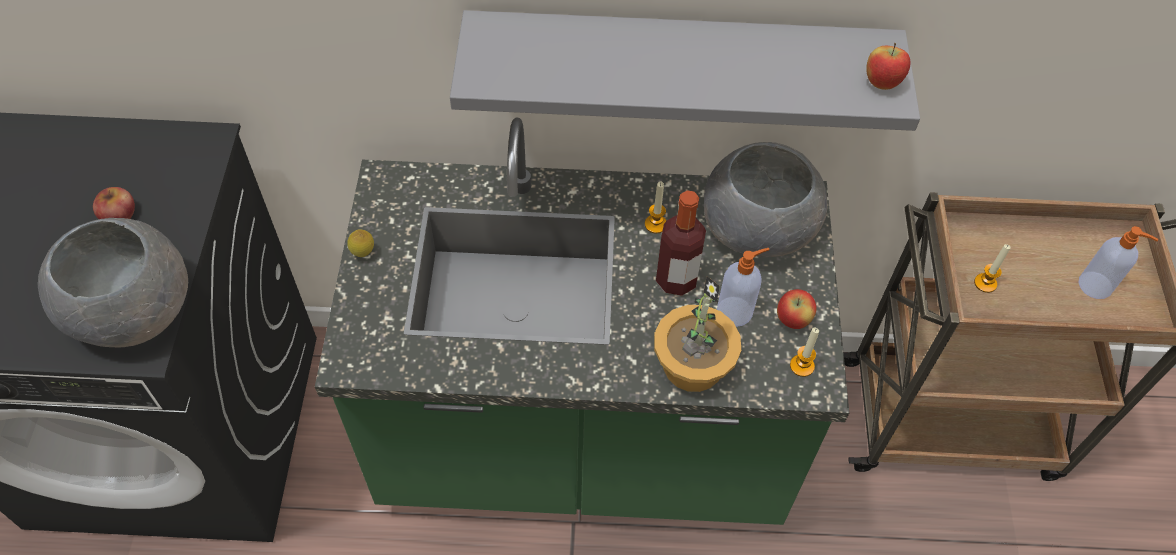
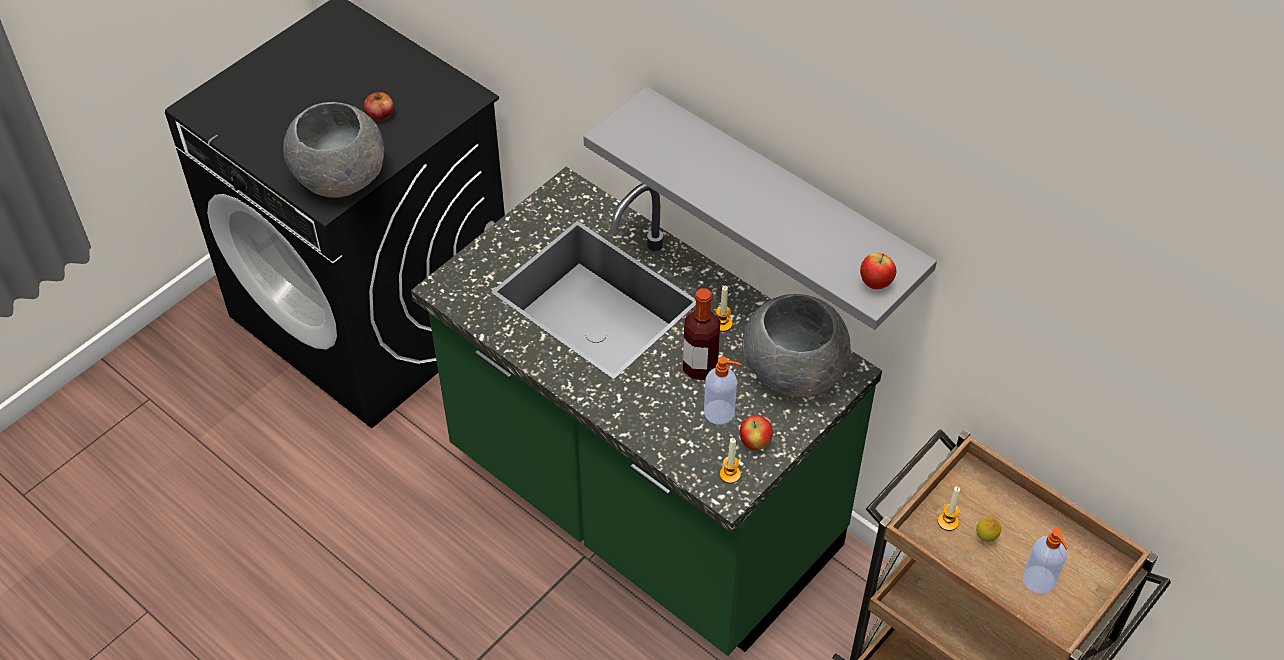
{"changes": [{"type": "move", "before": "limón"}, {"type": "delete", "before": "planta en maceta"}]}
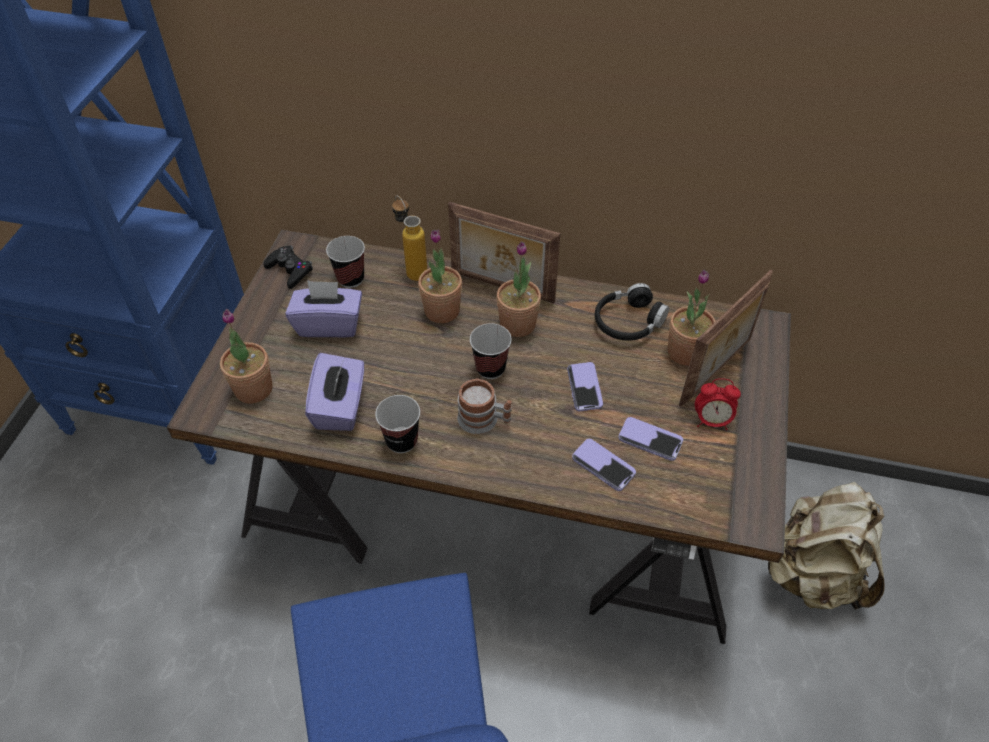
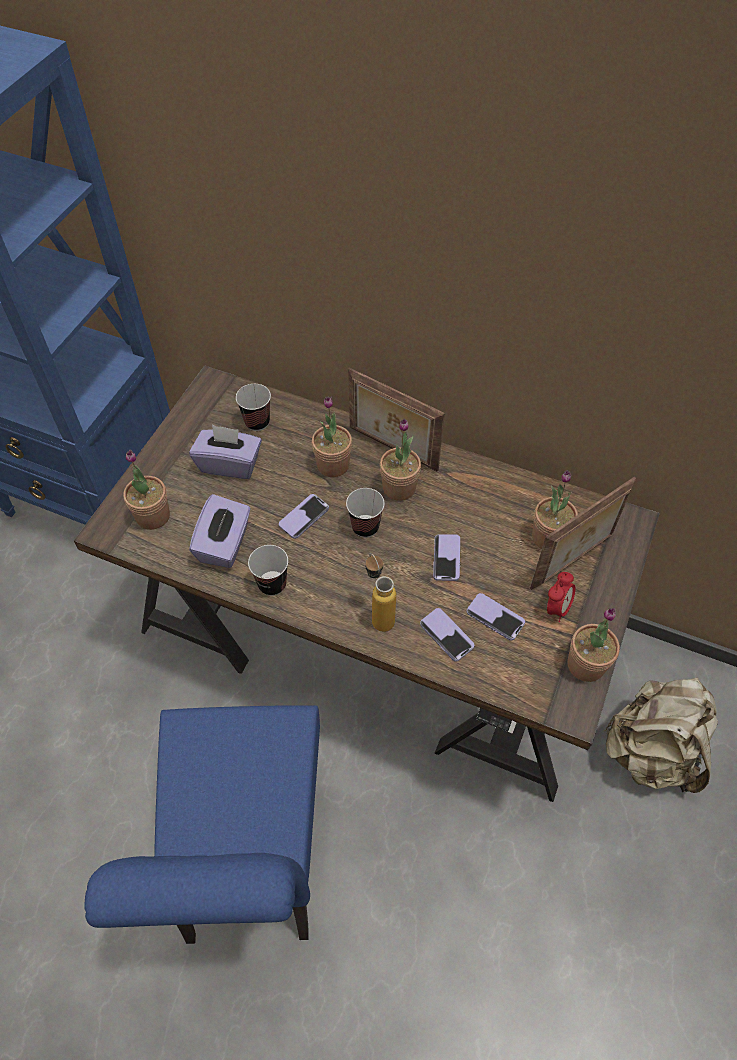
{"changes": [{"type": "move", "before": "botella"}, {"type": "delete", "before": "mando de consola/negro"}, {"type": "delete", "before": "auriculares/negro"}, {"type": "delete", "before": "taza grande"}, {"type": "rotate", "before": "despertador", "turn": -75}, {"type": "insert", "after": "móvil (1st from left)"}, {"type": "insert", "after": "planta en maceta (5th from left)"}]}
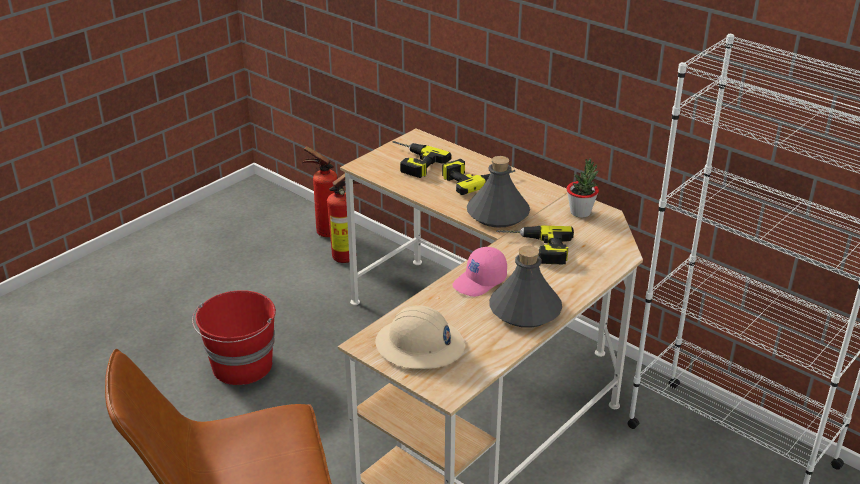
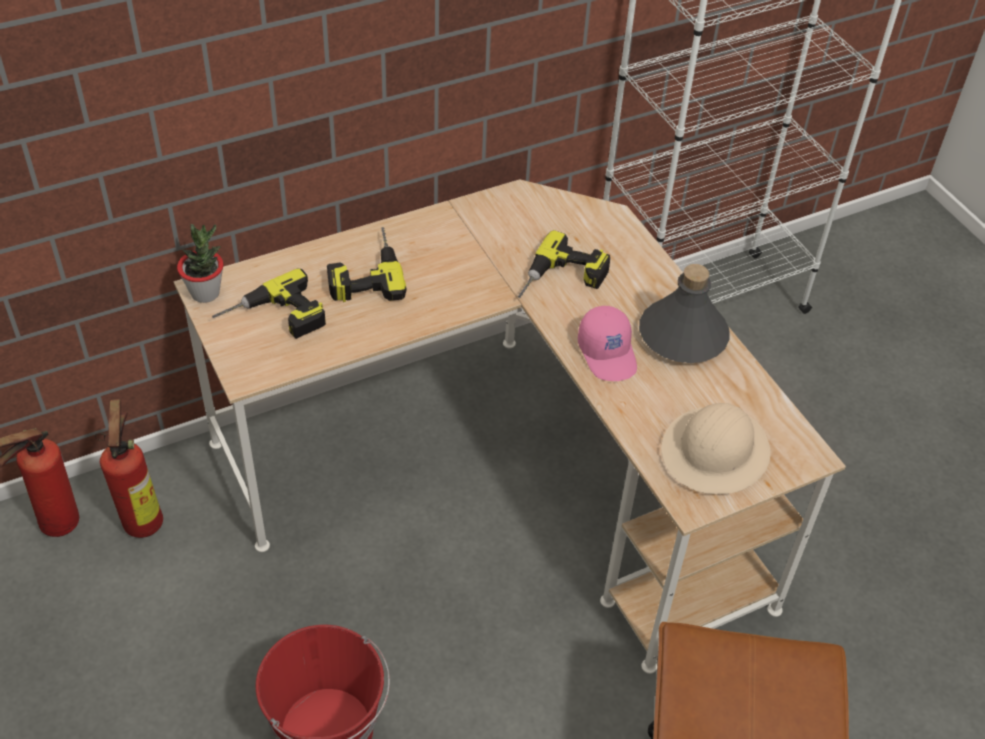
{"changes": [{"type": "delete", "before": "botella/gris (1st from left)"}, {"type": "move", "before": "planta en maceta"}]}
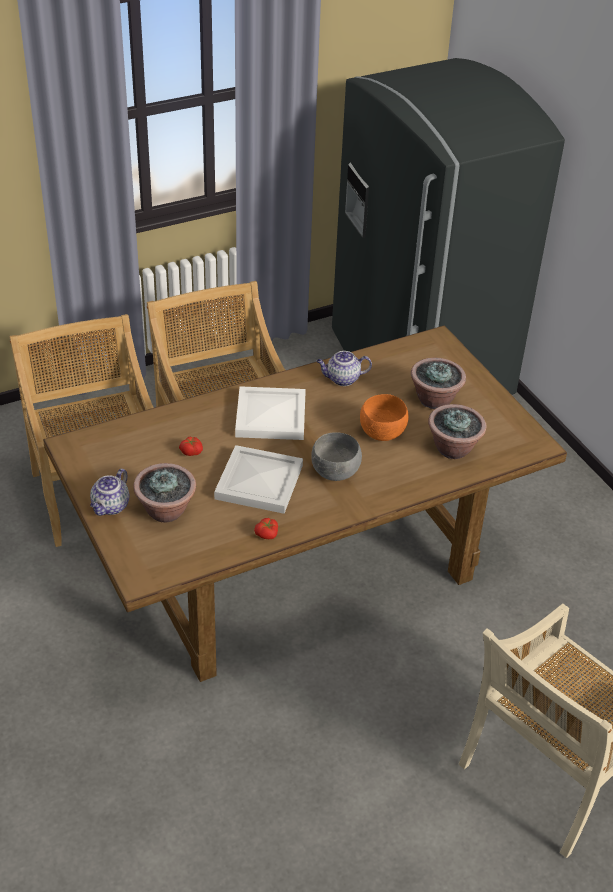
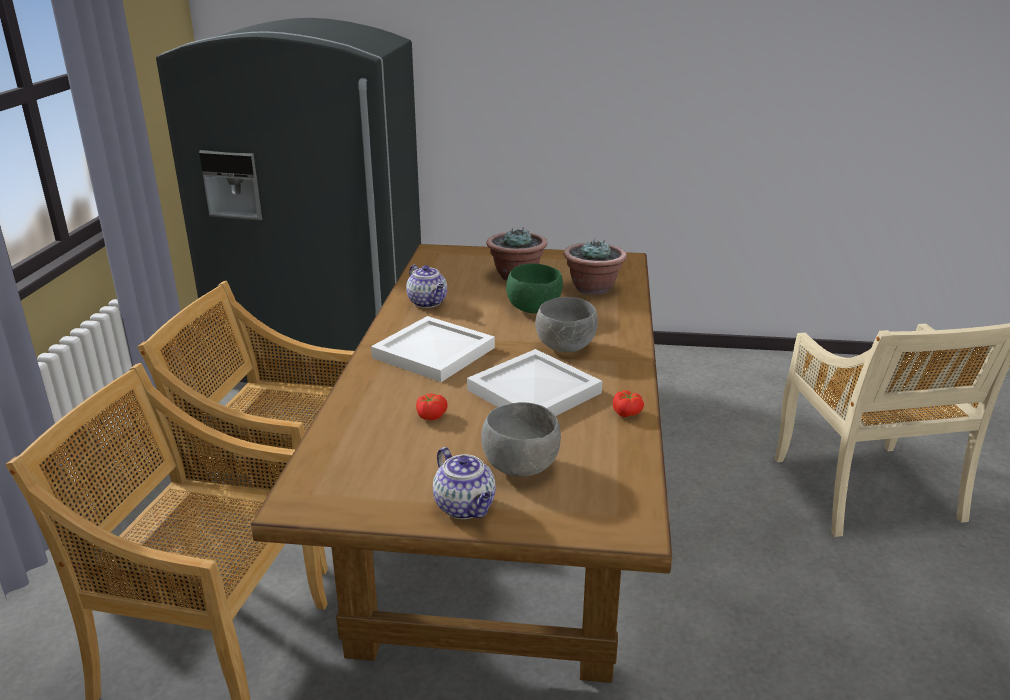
{"changes": [{"type": "rotate", "before": "tetera (2nd from left in the first image)", "turn": -60}, {"type": "recolor", "before": "cuenco/naranja", "after": "cuenco/verde"}, {"type": "replace", "before": "planta en maceta (1st from left)", "after": "cuenco/gris (1st from left)"}]}
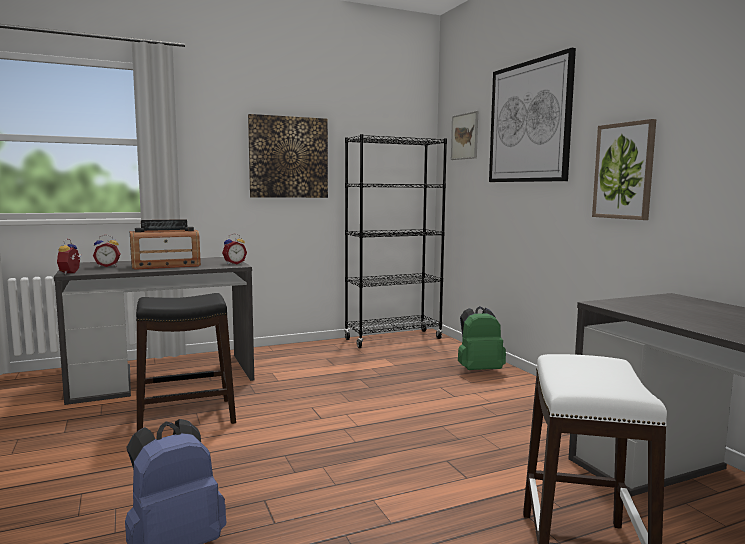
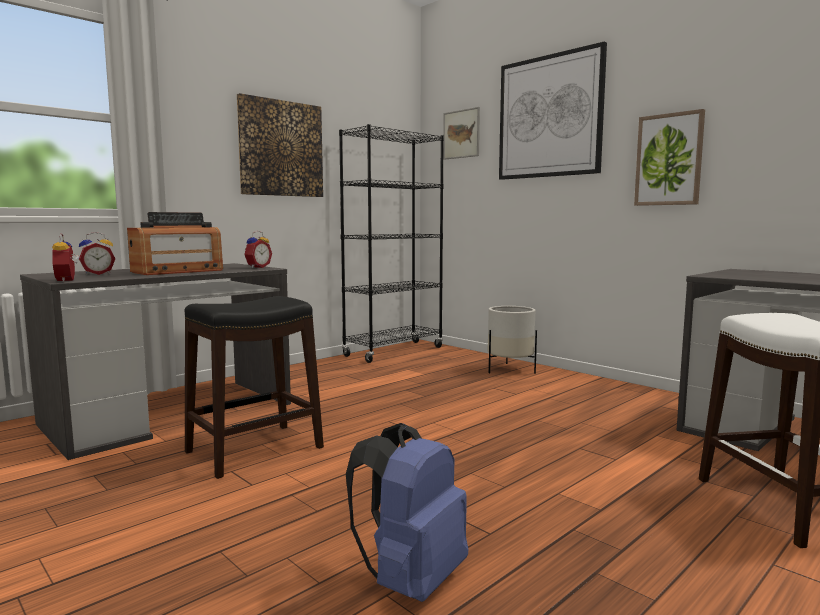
{"changes": [{"type": "replace", "before": "mochila/verde", "after": "maceta/blanco"}]}
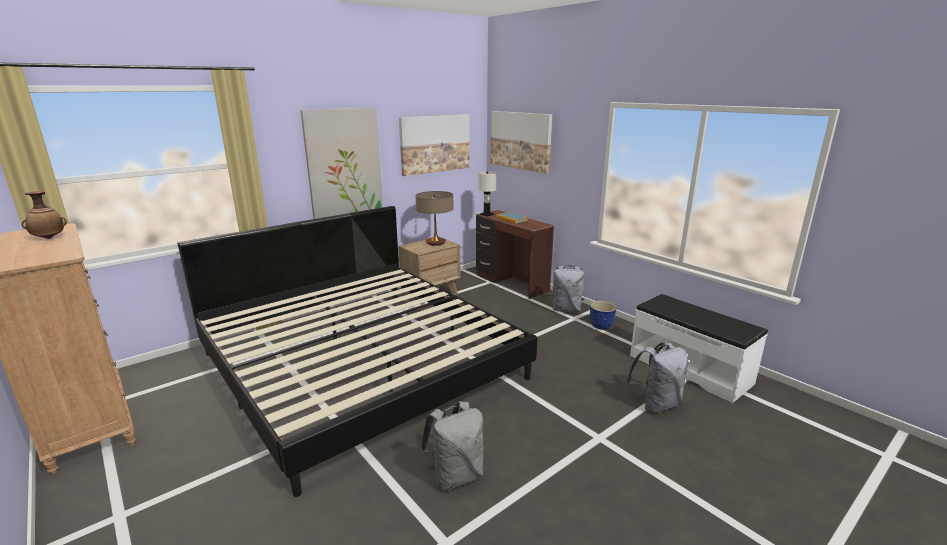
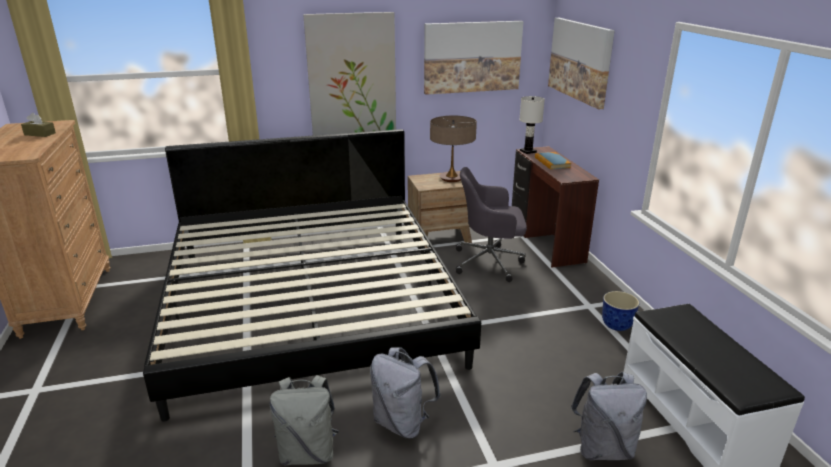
{"changes": [{"type": "replace", "before": "florero", "after": "caja de pañuelos/marrón"}, {"type": "move", "before": "mochila/gris (2nd from left)"}, {"type": "insert", "after": "silla de oficina/gris"}]}
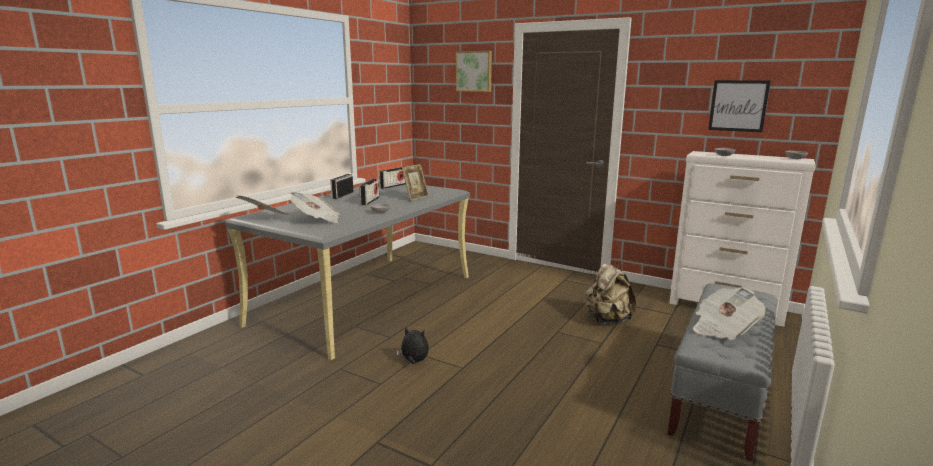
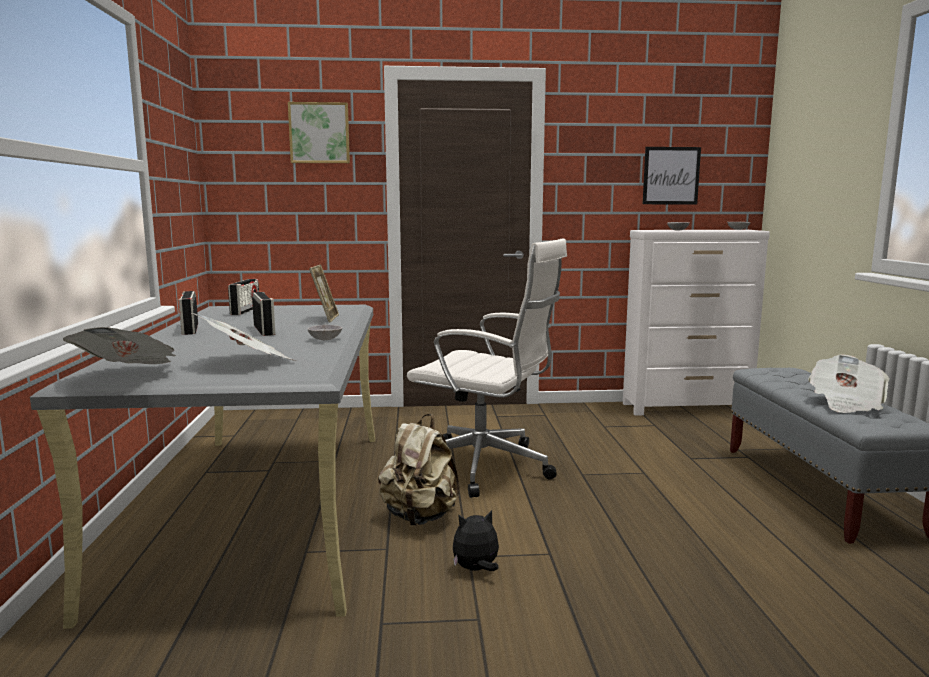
{"changes": [{"type": "move", "before": "mochila/beis"}, {"type": "insert", "after": "silla de oficina/blanco"}]}
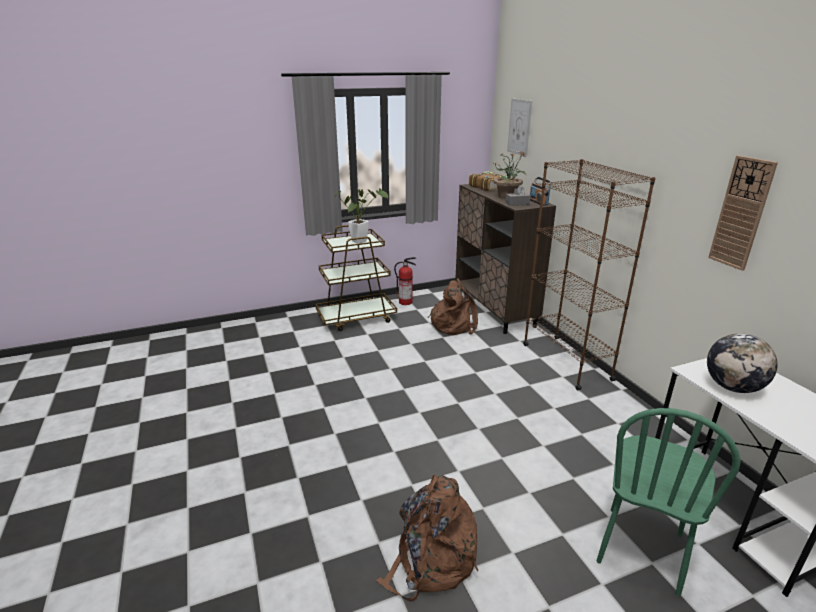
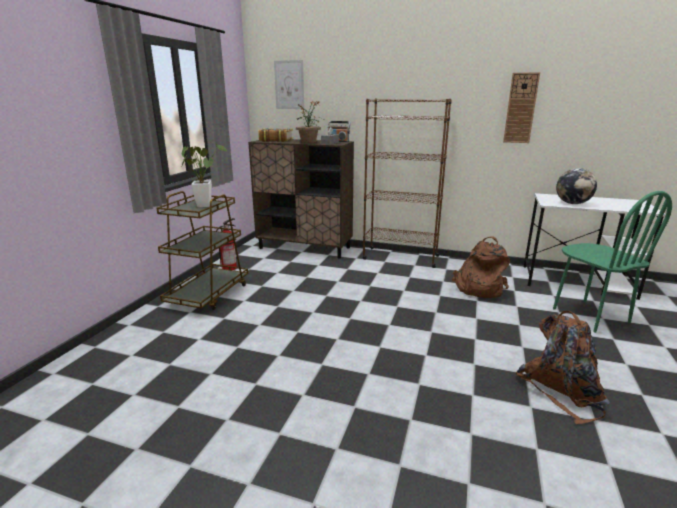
{"changes": [{"type": "move", "before": "mochila/marrón (2nd from left in the first image)", "after": "mochila/marrón (1st from left)"}]}
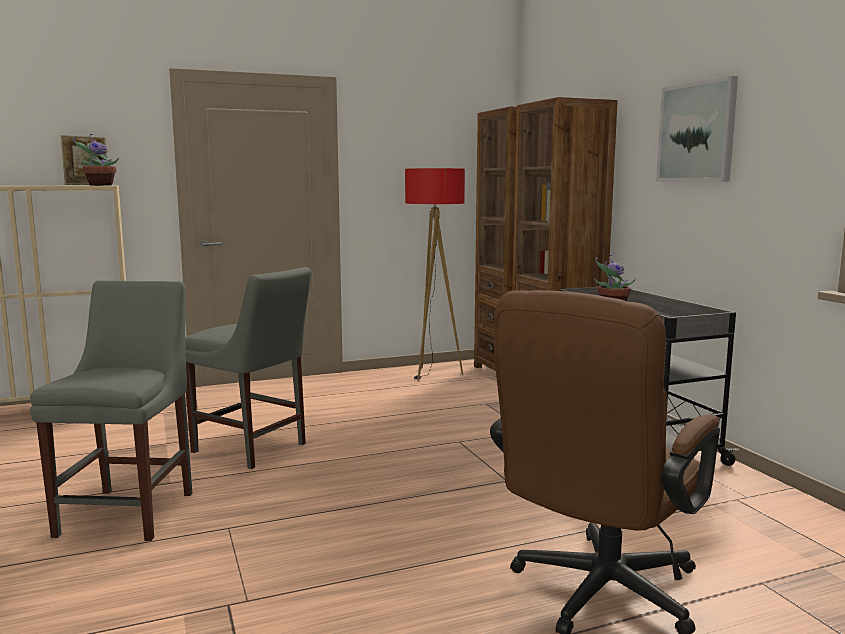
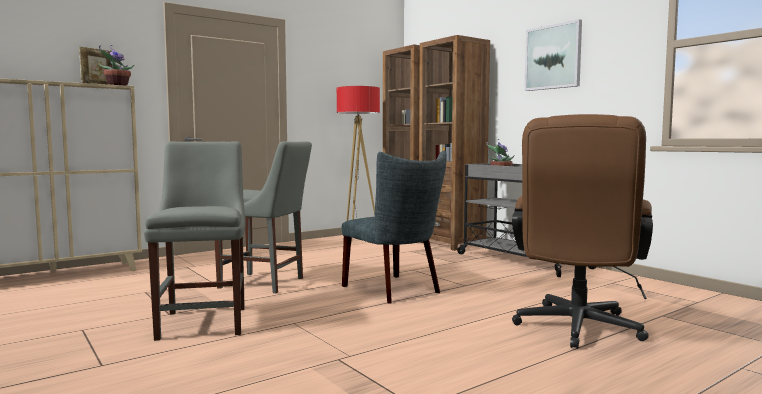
{"changes": [{"type": "insert", "after": "silla/gris (3rd from left)"}]}
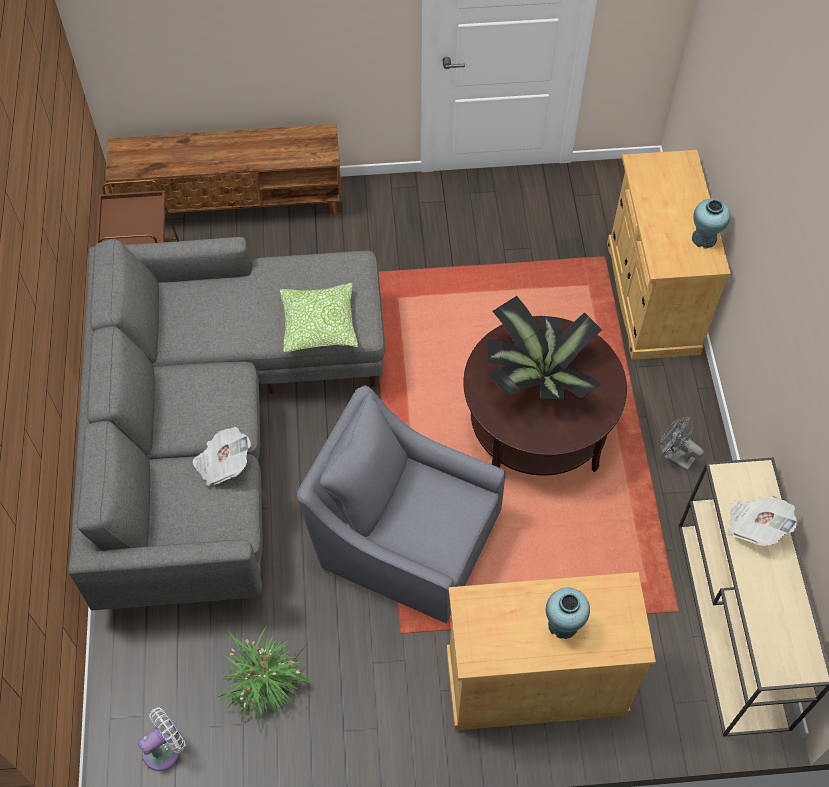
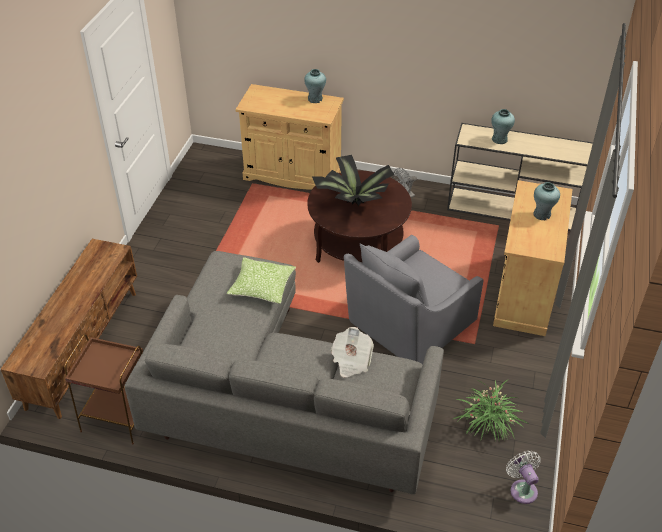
{"changes": [{"type": "replace", "before": "periódico (2nd from left)", "after": "florero/turquesa (2nd from left)"}]}
